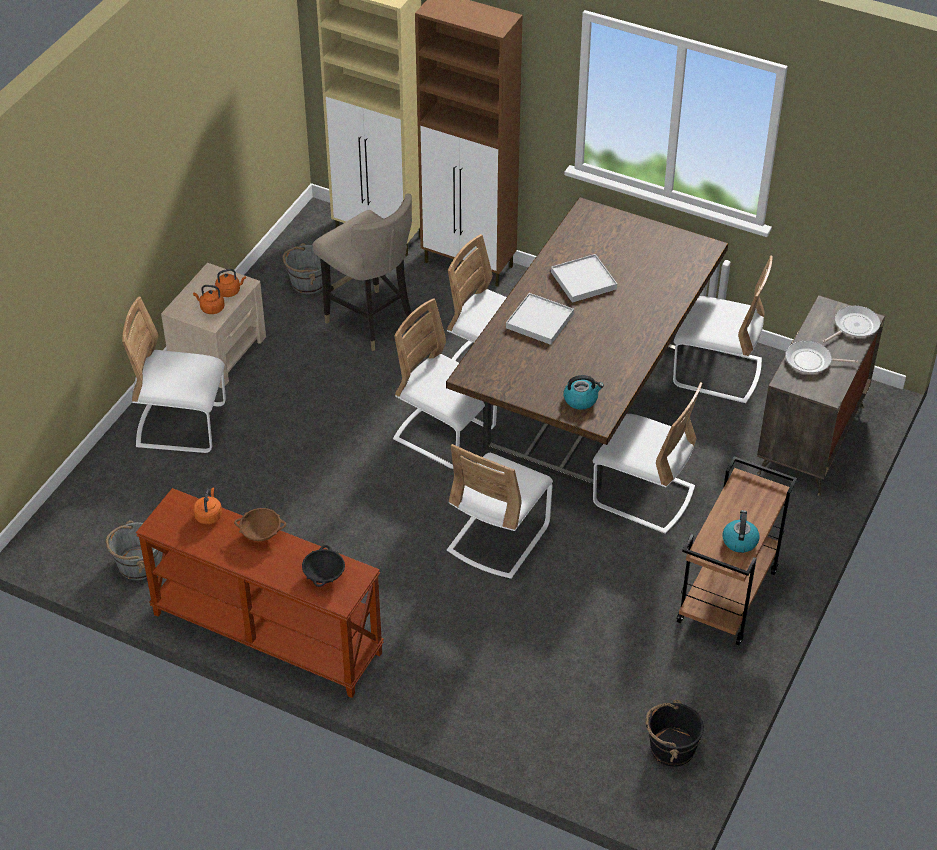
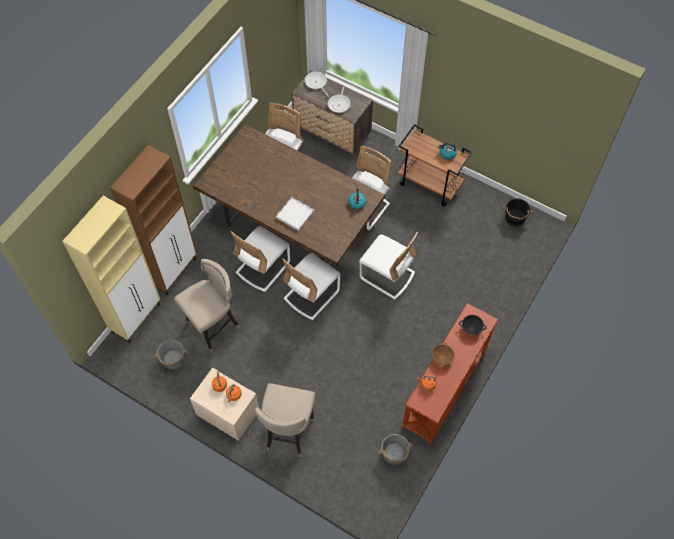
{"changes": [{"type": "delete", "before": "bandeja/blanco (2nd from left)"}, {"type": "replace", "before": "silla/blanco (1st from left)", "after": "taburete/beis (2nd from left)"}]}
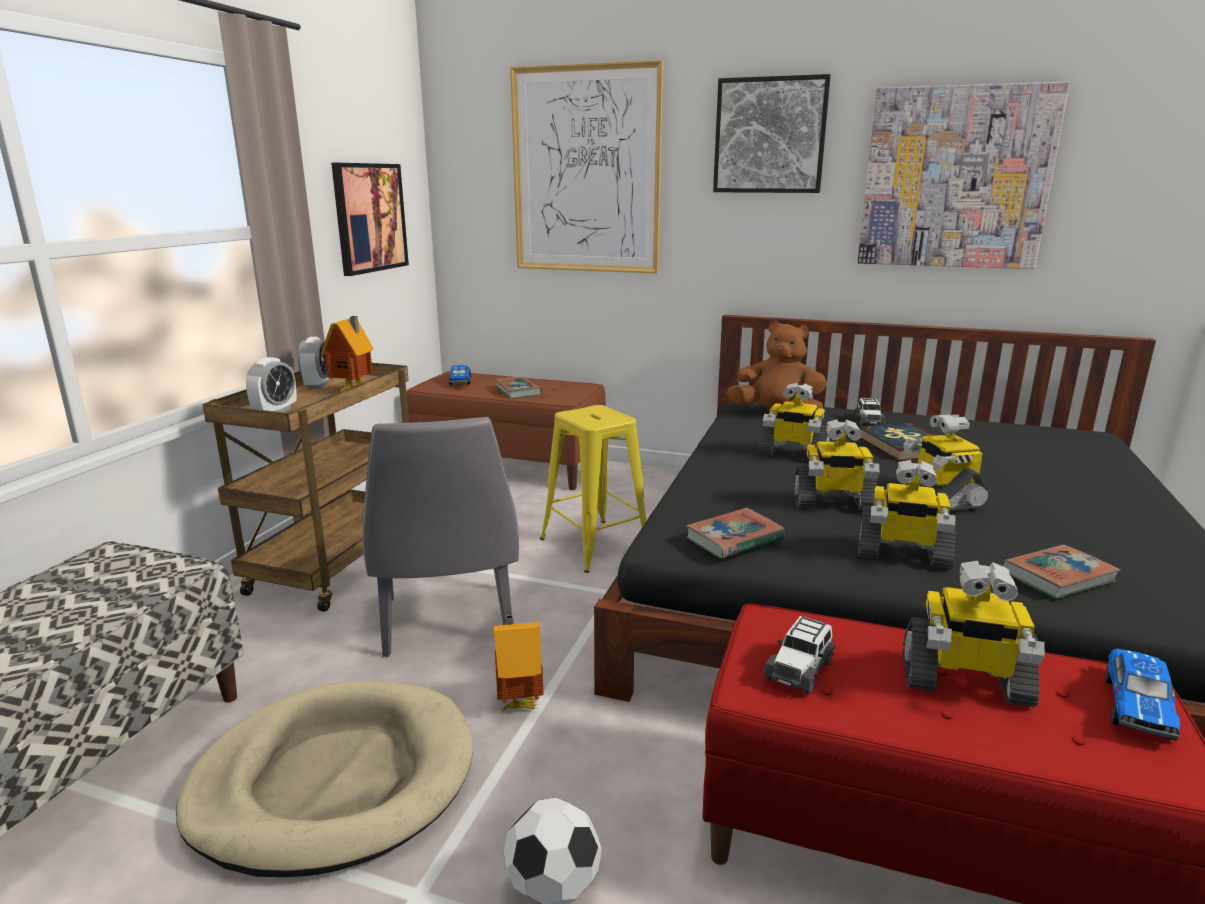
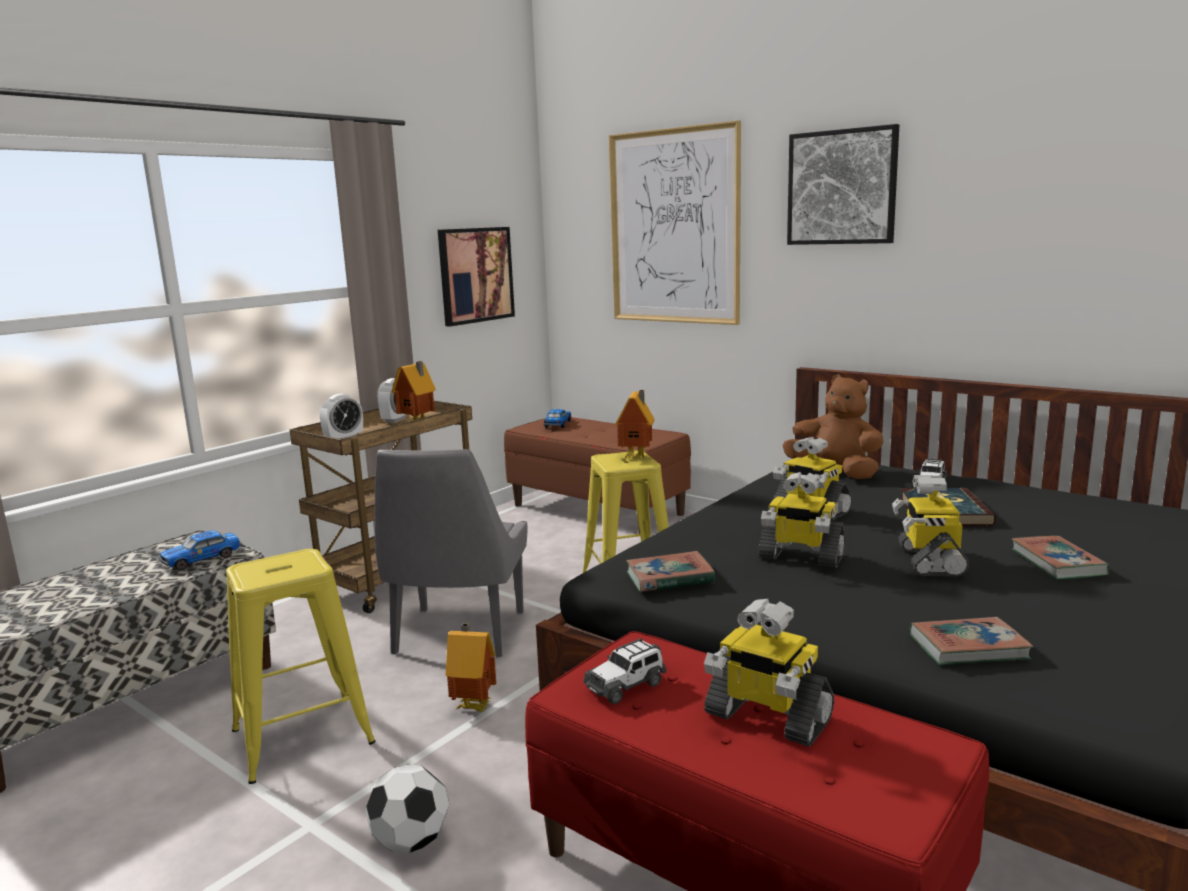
{"changes": [{"type": "delete", "before": "cuadro (4th from left)"}, {"type": "move", "before": "libro (1st from left in the first image)", "after": "libro (4th from left)"}, {"type": "delete", "before": "robot de juguete (3rd from left)"}, {"type": "move", "before": "coche de juguete (4th from left in the first image)", "after": "coche de juguete (1st from left)"}, {"type": "replace", "before": "cama para perro/beis", "after": "taburete/amarillo (1st from left)"}, {"type": "insert", "after": "casita (3rd from left)"}]}
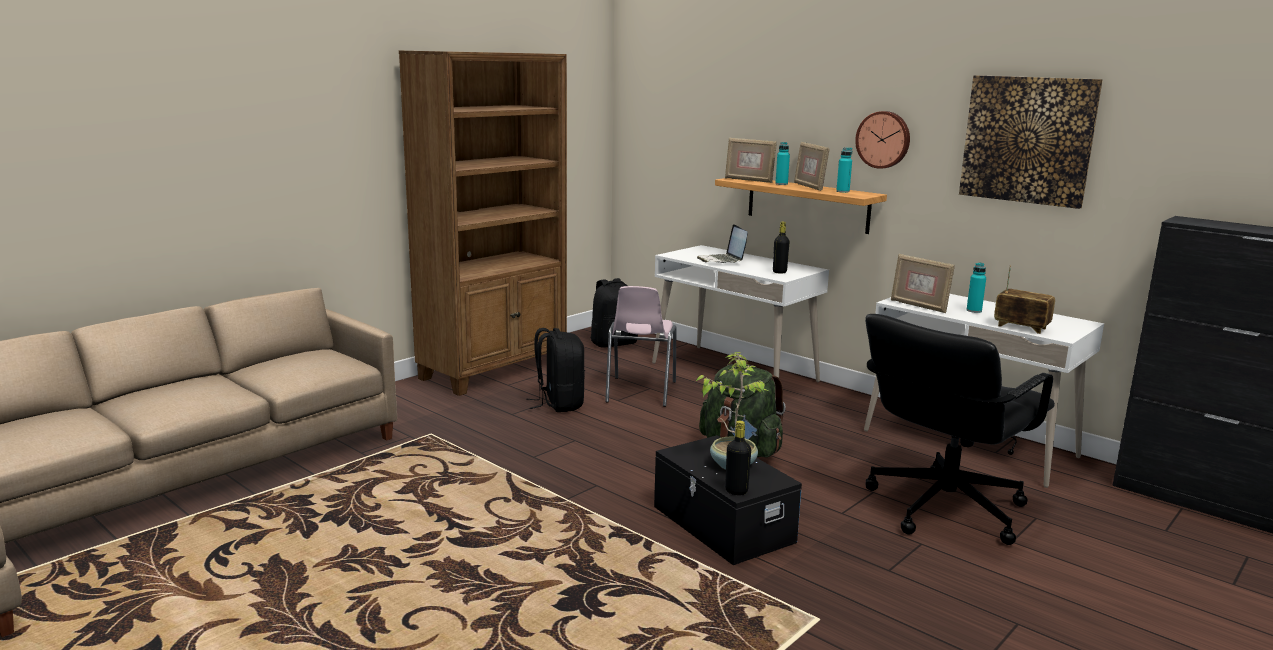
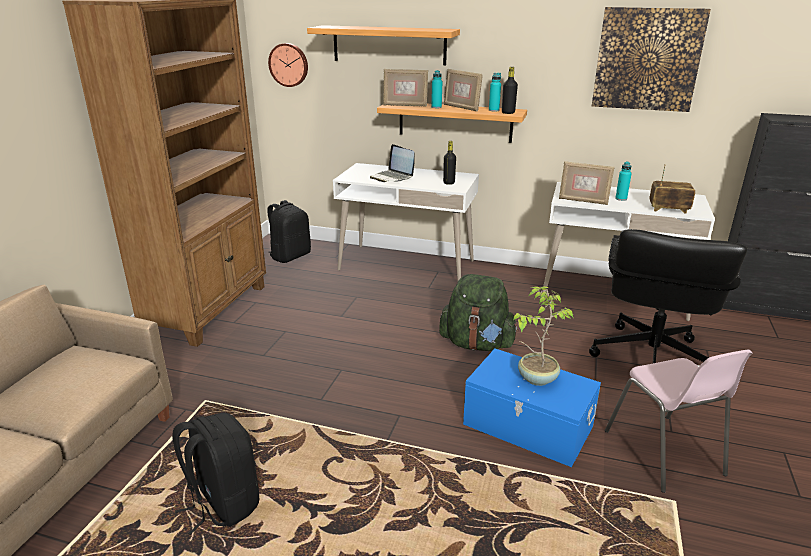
{"changes": [{"type": "move", "before": "reloj de pared"}, {"type": "move", "before": "silla/rosa"}, {"type": "move", "before": "mochila/negro (1st from left)"}, {"type": "move", "before": "botella/negro (1st from left in the first image)", "after": "botella/negro (2nd from left)"}, {"type": "recolor", "before": "caja de almacenaje/negro", "after": "caja de almacenaje/azul"}, {"type": "insert", "after": "estante (1st from left)"}]}
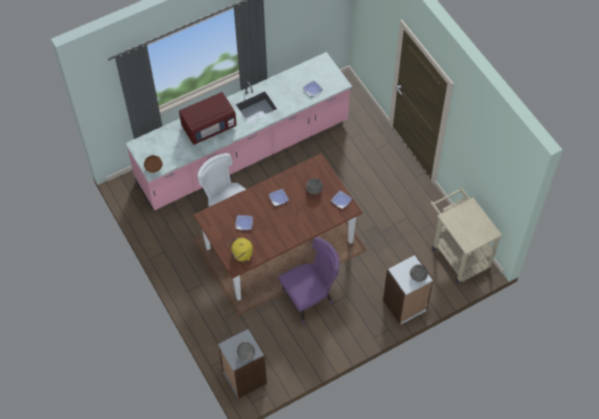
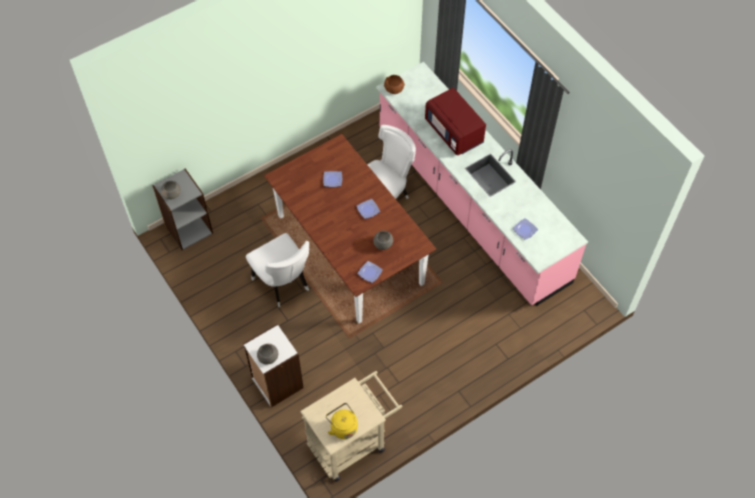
{"changes": [{"type": "recolor", "before": "silla/morado", "after": "silla/blanco (1st from left)"}, {"type": "move", "before": "hervidor/amarillo"}]}
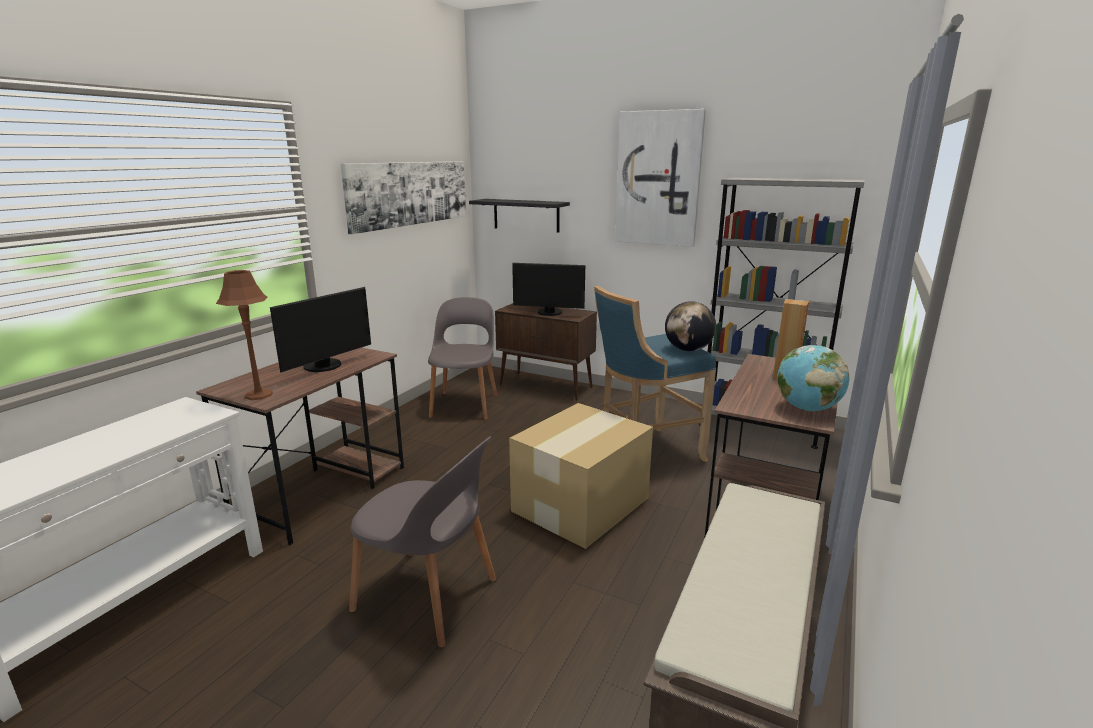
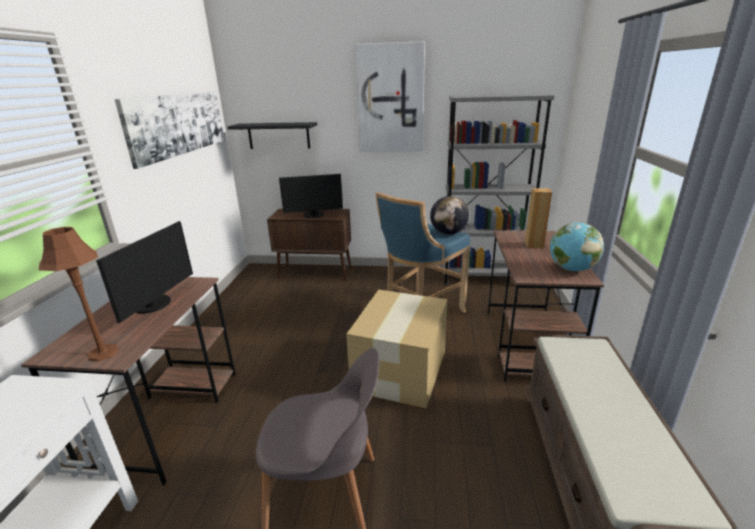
{"changes": [{"type": "delete", "before": "silla/gris (2nd from left)"}]}
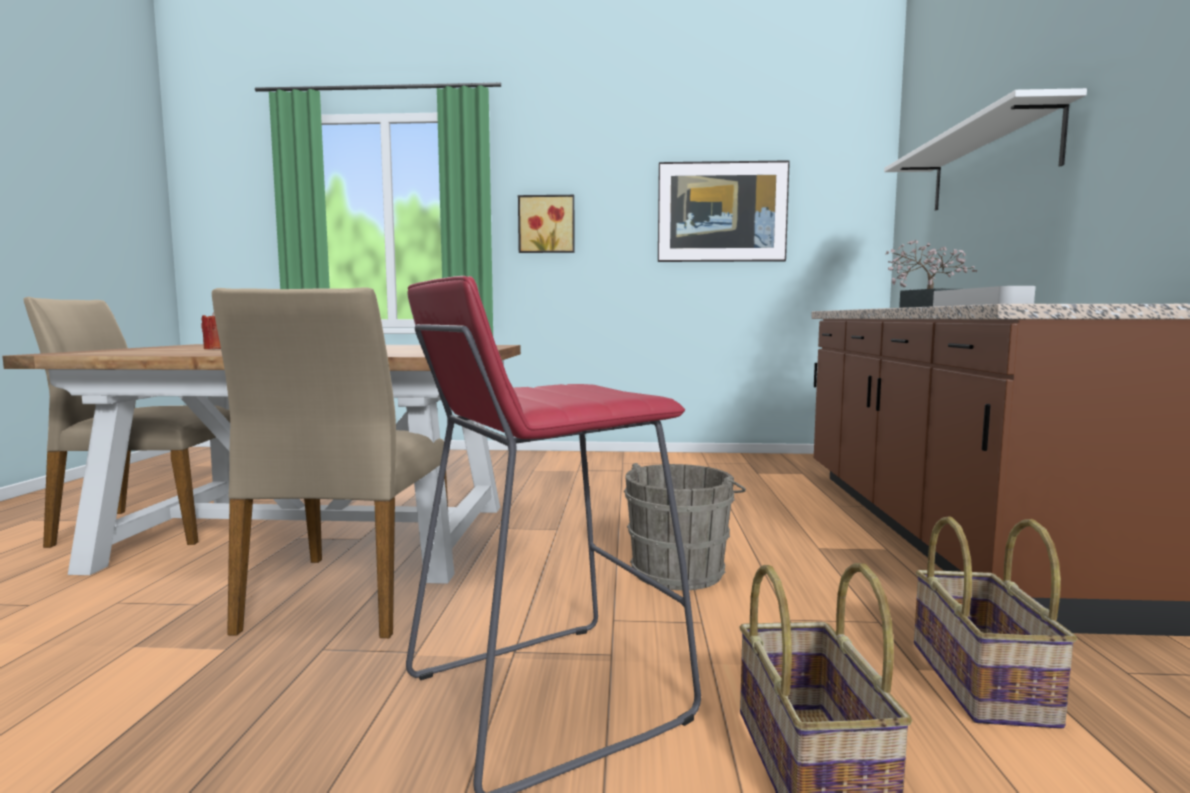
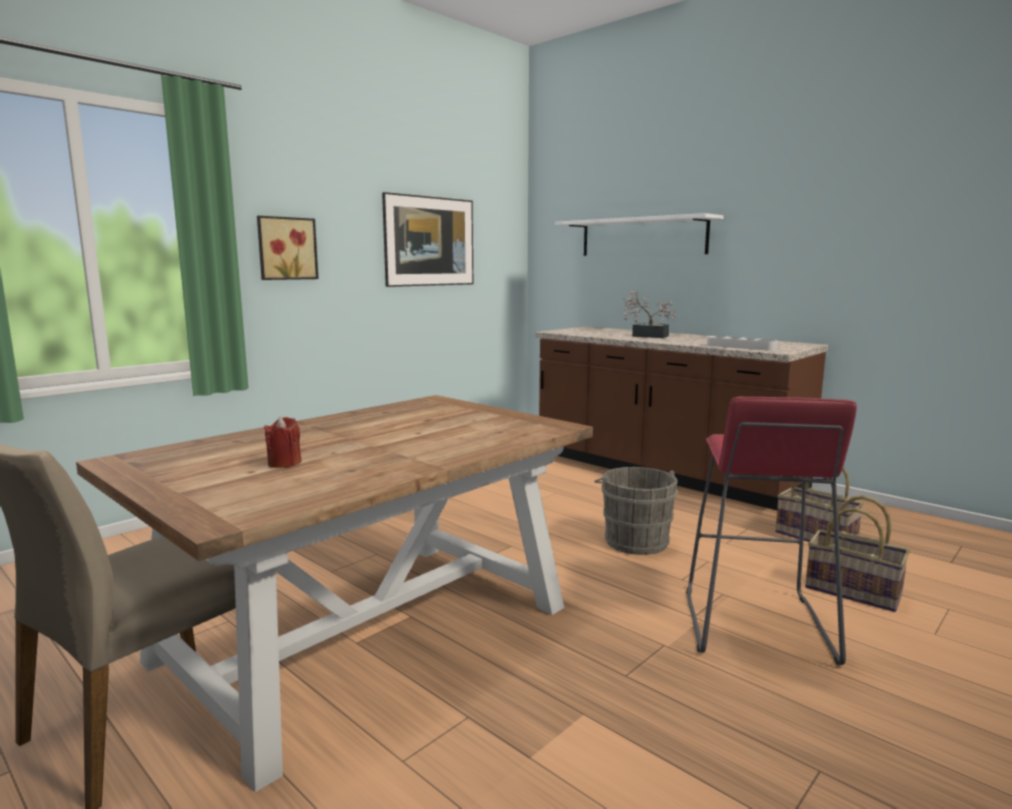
{"changes": [{"type": "delete", "before": "silla/beis (2nd from left)"}]}
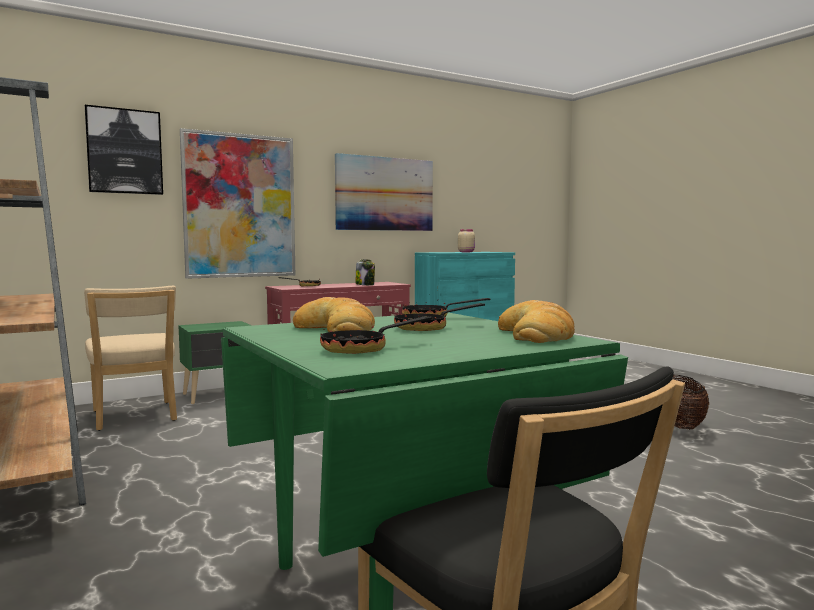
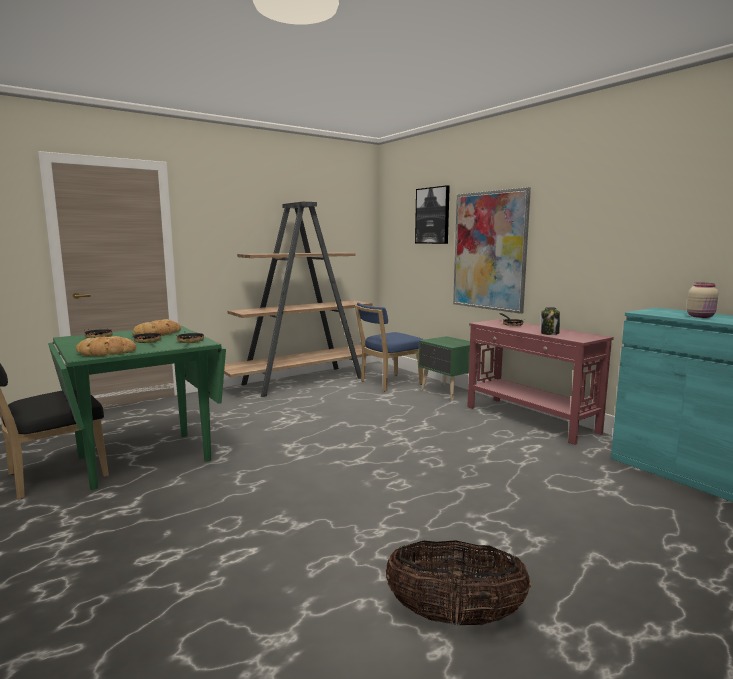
{"changes": [{"type": "delete", "before": "cuadro (3rd from left)"}, {"type": "recolor", "before": "silla/beis", "after": "silla/azul"}]}
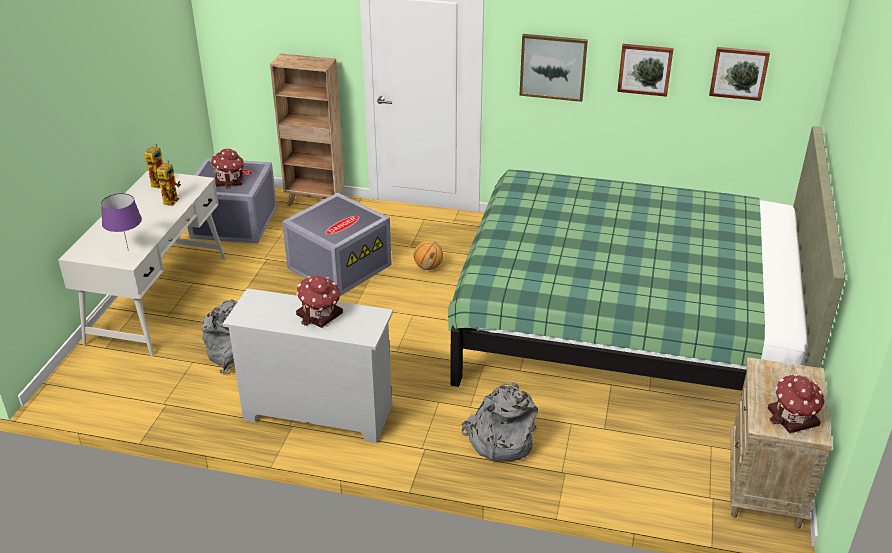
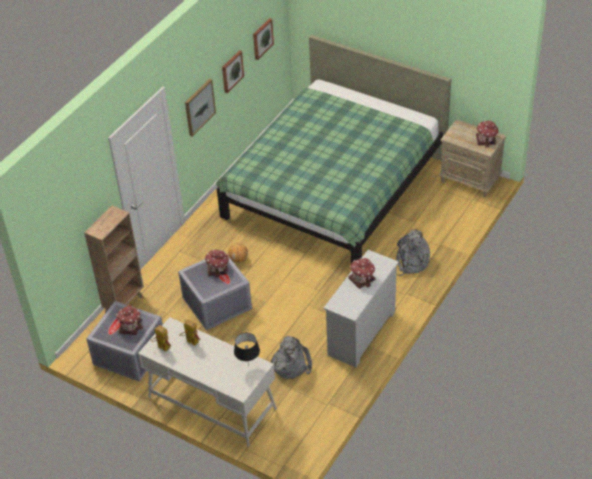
{"changes": [{"type": "recolor", "before": "lámpara de mesa/morado", "after": "lámpara de mesa/negro"}, {"type": "insert", "after": "casita (2nd from left)"}]}
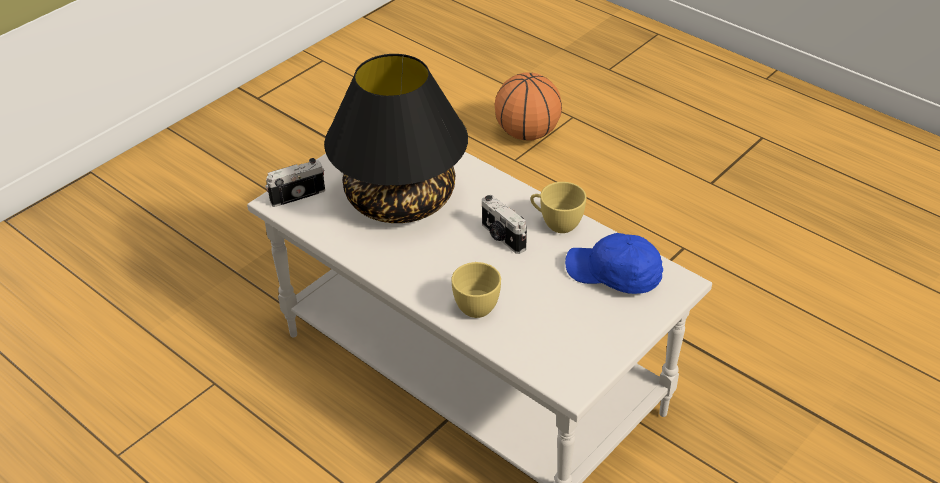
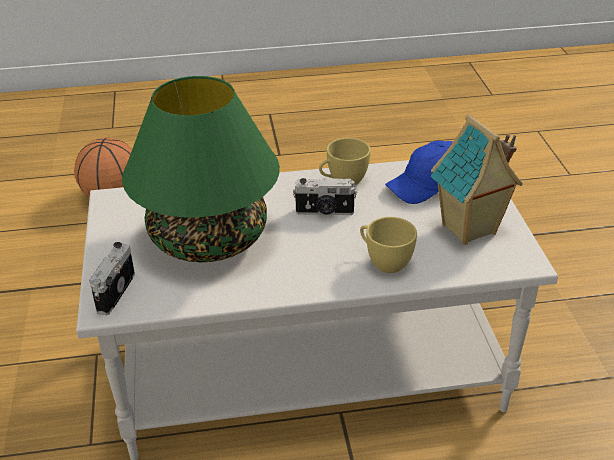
{"changes": [{"type": "recolor", "before": "lámpara de mesa/negro", "after": "lámpara de mesa/verde"}, {"type": "insert", "after": "casita"}]}
